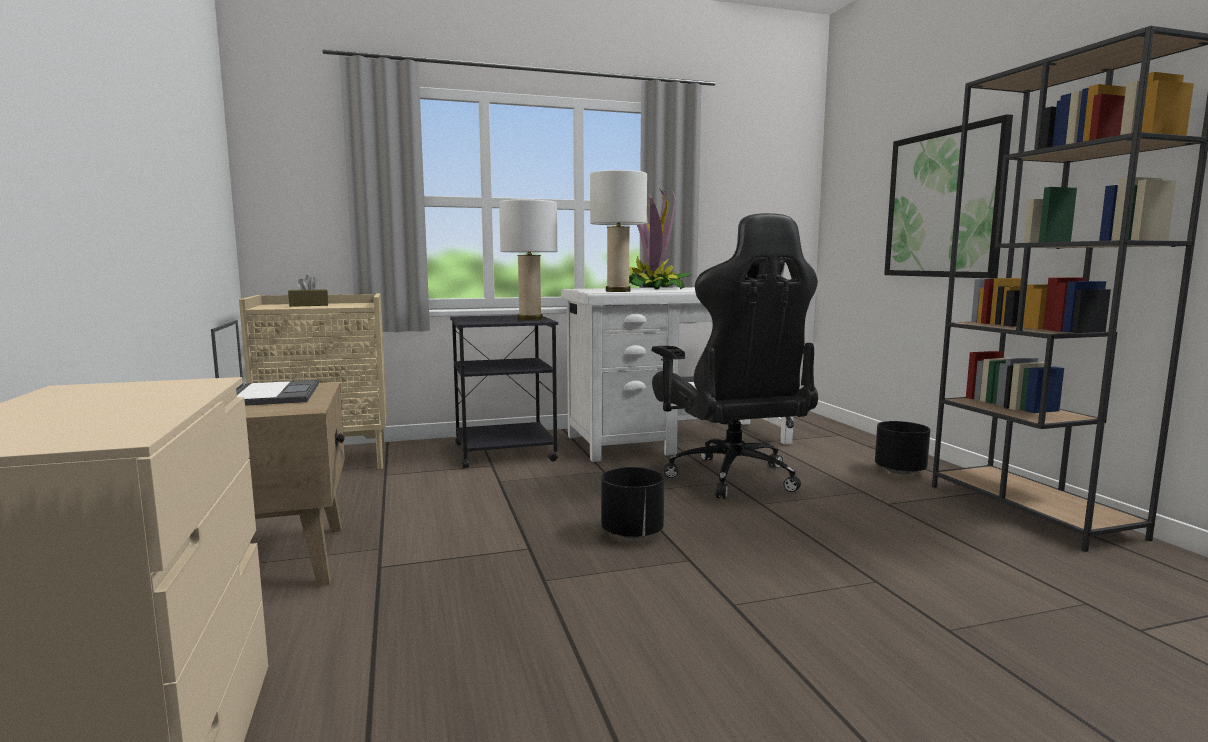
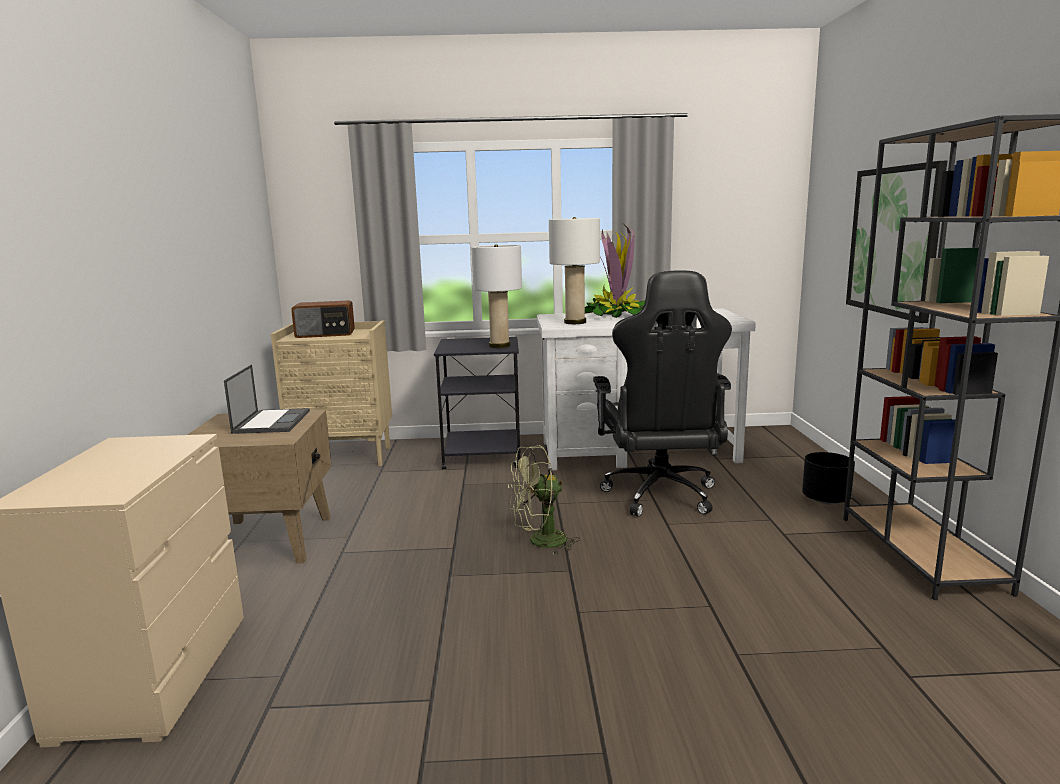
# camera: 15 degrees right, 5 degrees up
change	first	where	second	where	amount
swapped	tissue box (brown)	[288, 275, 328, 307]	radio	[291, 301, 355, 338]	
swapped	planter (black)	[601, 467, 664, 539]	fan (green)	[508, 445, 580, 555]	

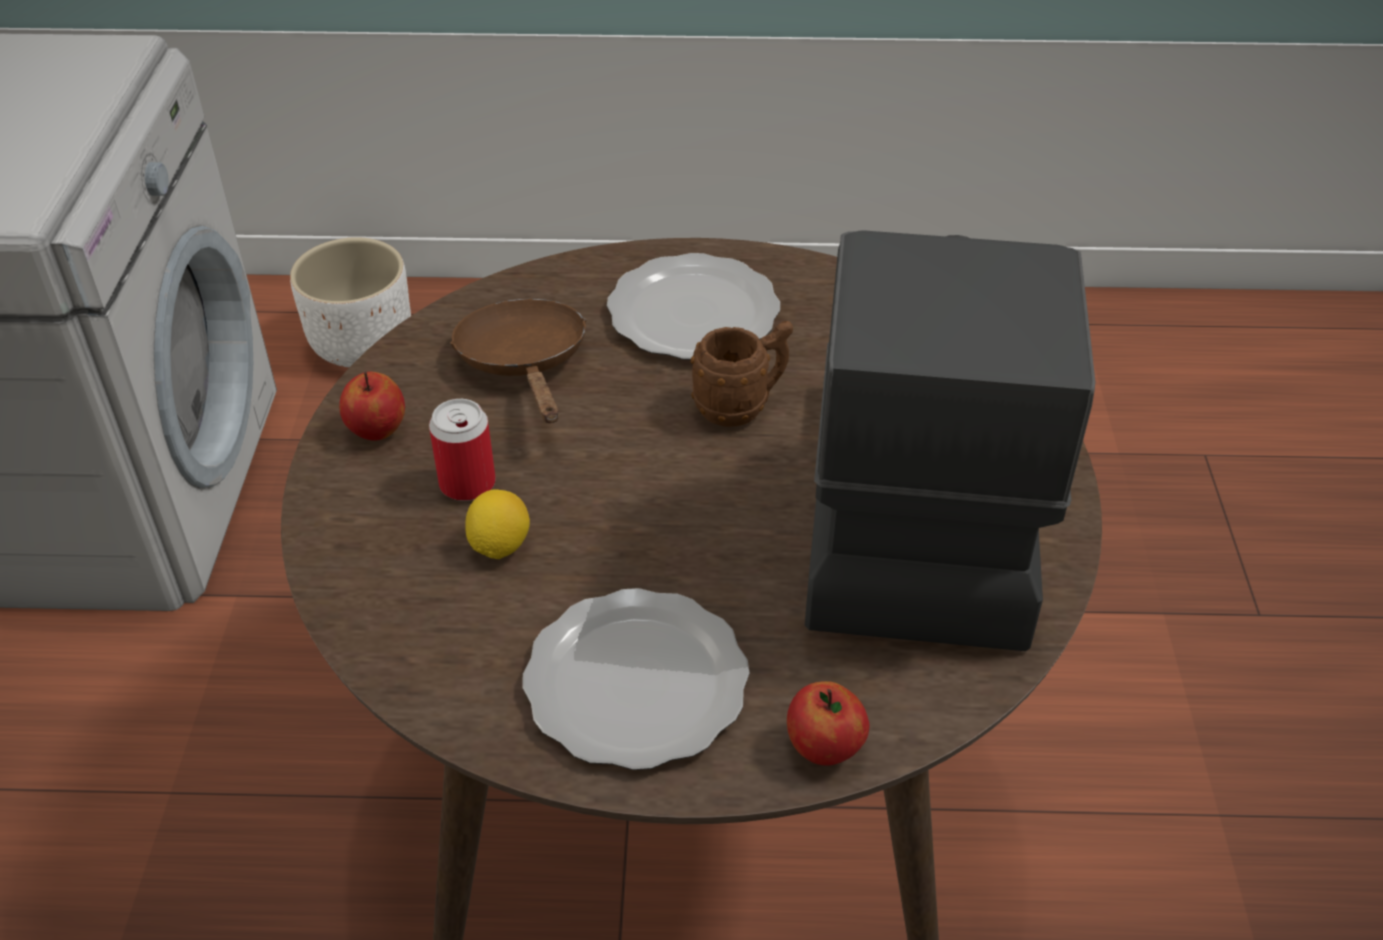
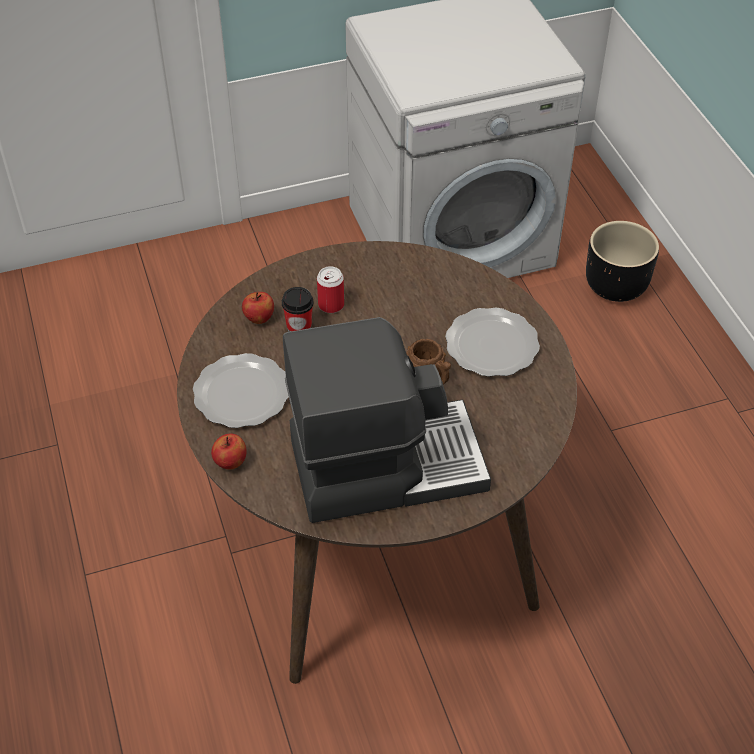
# camera: 70 degrees right, 5 degrees up
change	first	where	second	where	amount
shifted	apple	[339, 372, 405, 441]		[242, 292, 274, 324]	
swapped	lemon	[465, 490, 530, 559]	cup	[282, 287, 313, 332]	
repainted	planter (white)	[290, 237, 411, 367]	planter (black)	[586, 221, 659, 302]	
gone	frying pan (brown)	[450, 299, 587, 423]			

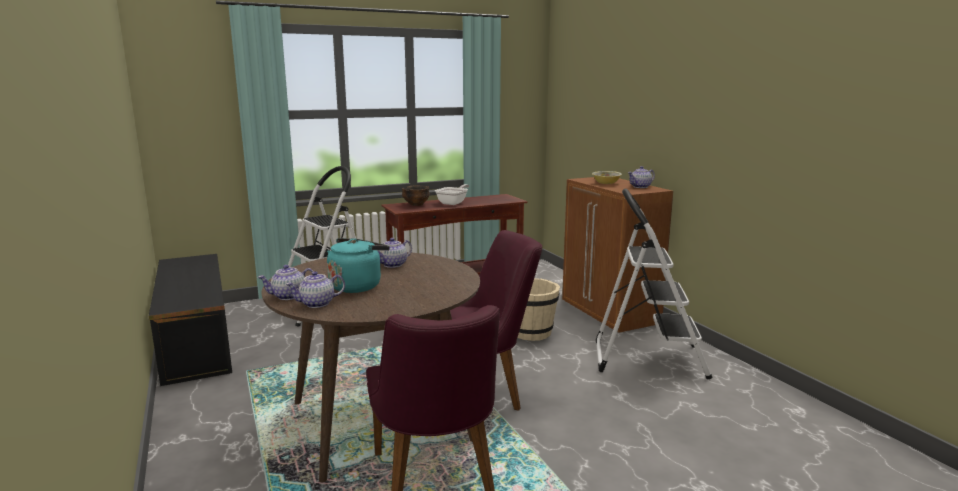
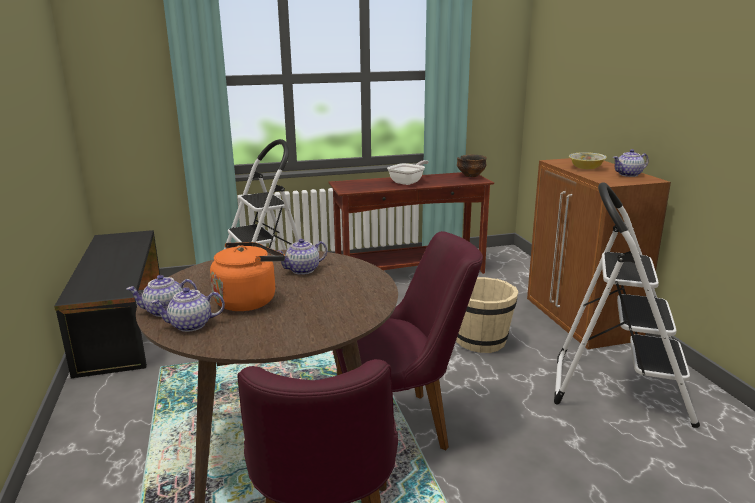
# camera: 10 degrees right, 5 degrees up
change	first	where	second	where	amount
repainted	kettle (turquoise)	[327, 238, 390, 293]	kettle (orange)	[210, 242, 285, 311]	
shifted	bowl	[402, 185, 430, 206]		[457, 155, 487, 177]	

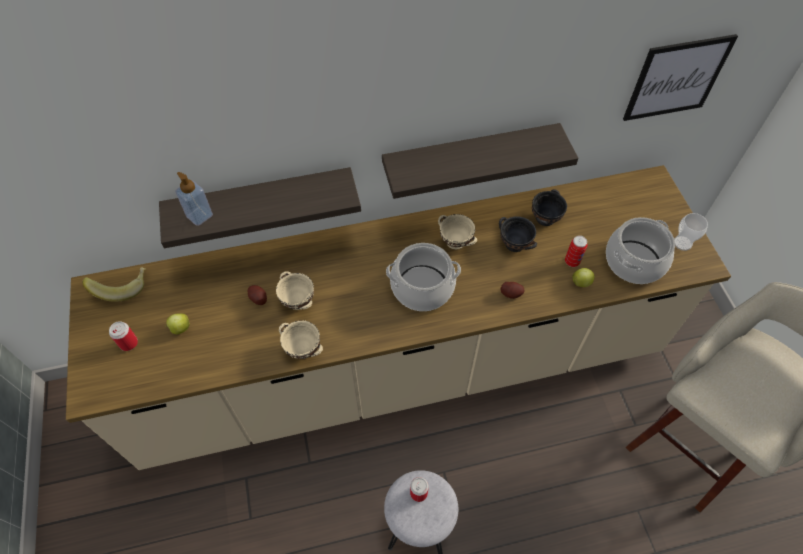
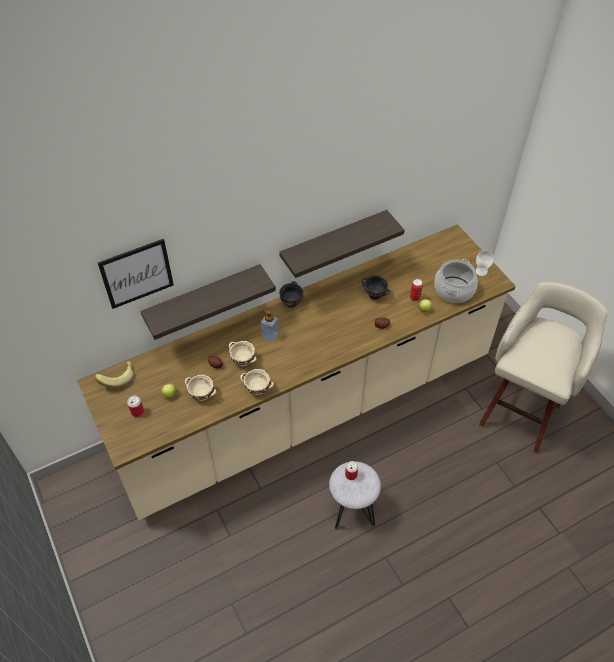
# camera: 15 degrees left, 5 degrees down
change	first	where	second	where	amount
shifted	picture	[623, 34, 738, 121]		[98, 239, 174, 309]	
shifted	bowl (beige)	[438, 214, 477, 249]		[185, 374, 216, 401]	
shifted	soap dispenser	[175, 172, 213, 226]		[261, 310, 278, 341]	
shifted	bowl (black)	[532, 189, 567, 226]		[279, 281, 303, 308]	
gone	cooking pot	[386, 243, 461, 311]			

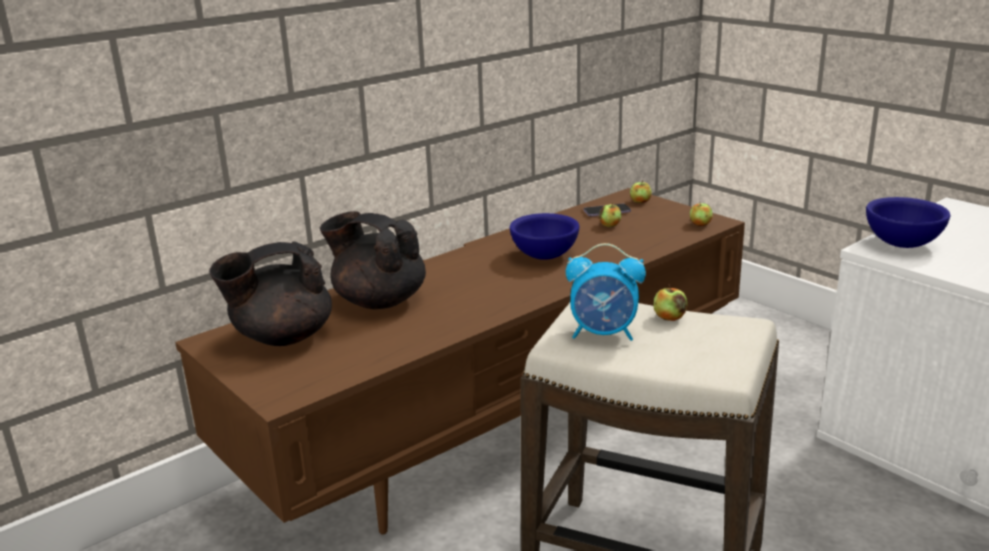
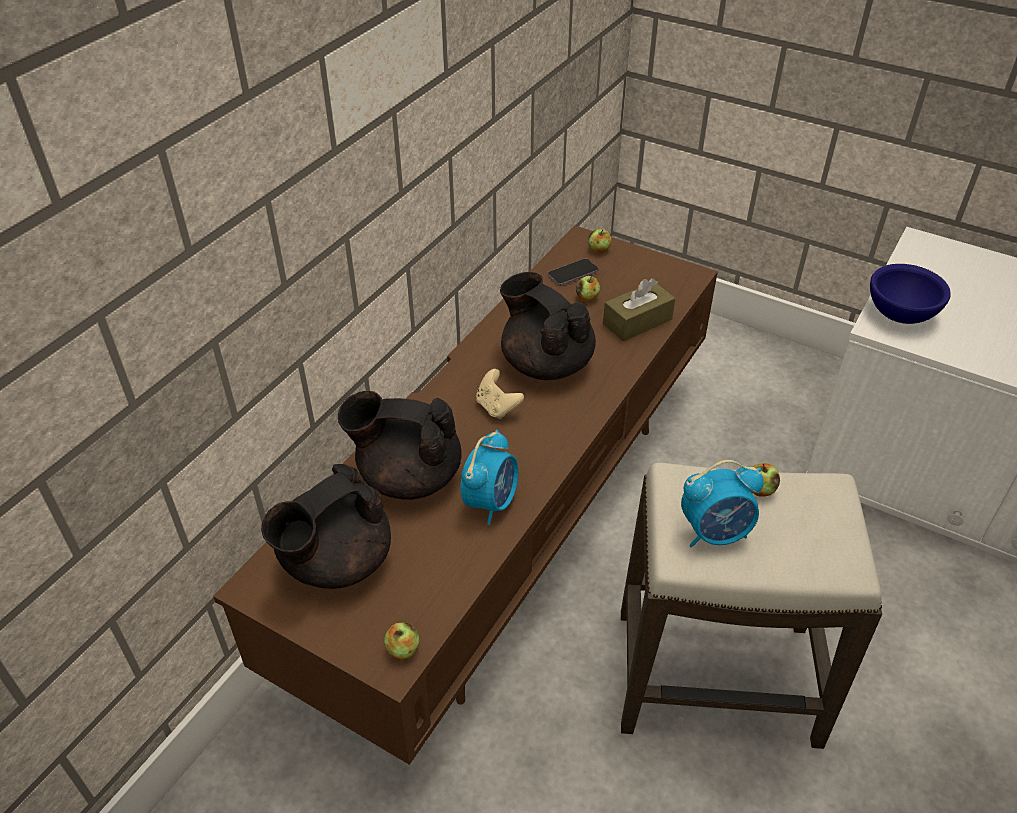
# camera: 20 degrees left, 20 degrees up
change	first	where	second	where	amount
shifted	apple	[690, 203, 713, 226]		[384, 623, 420, 660]	
new			alarm clock	[461, 430, 519, 525]	
new			game controller (beige)	[476, 369, 524, 419]	
swapped	bowl (blue)	[510, 213, 579, 260]	teapot (black)	[500, 272, 596, 380]	
new			tissue box (brown)	[603, 278, 675, 341]	

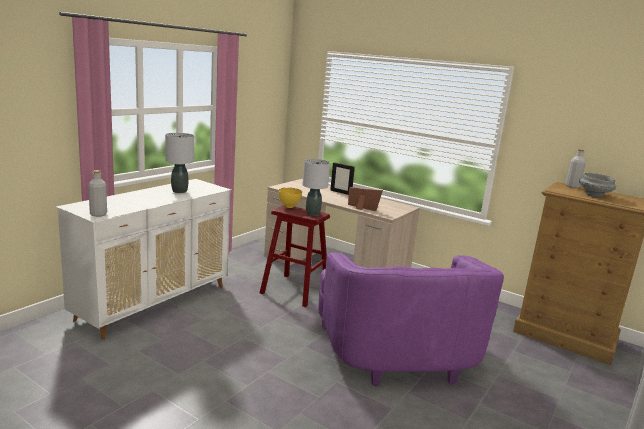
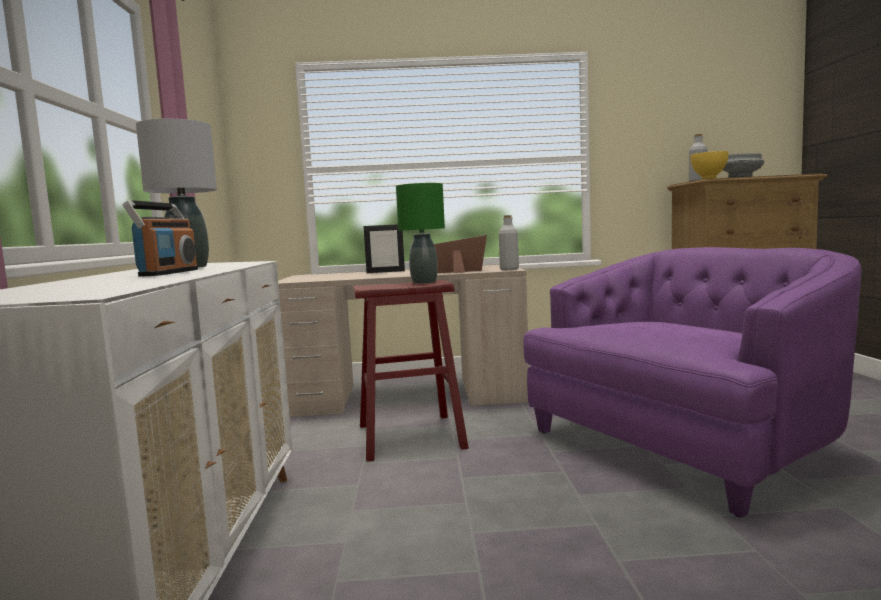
# camera: 35 degrees left, 10 degrees down
change	first	where	second	where	amount
new			radio	[123, 200, 198, 277]	
repainted	table lamp (grey)	[302, 159, 330, 216]	table lamp (green)	[396, 183, 445, 284]	
shifted	bottle (grey)	[88, 170, 107, 217]		[499, 215, 519, 270]	
rotated	armchair (purple)	[318, 253, 504, 386]		[523, 247, 862, 517]	75 degrees counterclockwise
shifted	bowl (yellow)	[279, 188, 302, 208]		[690, 151, 729, 179]	

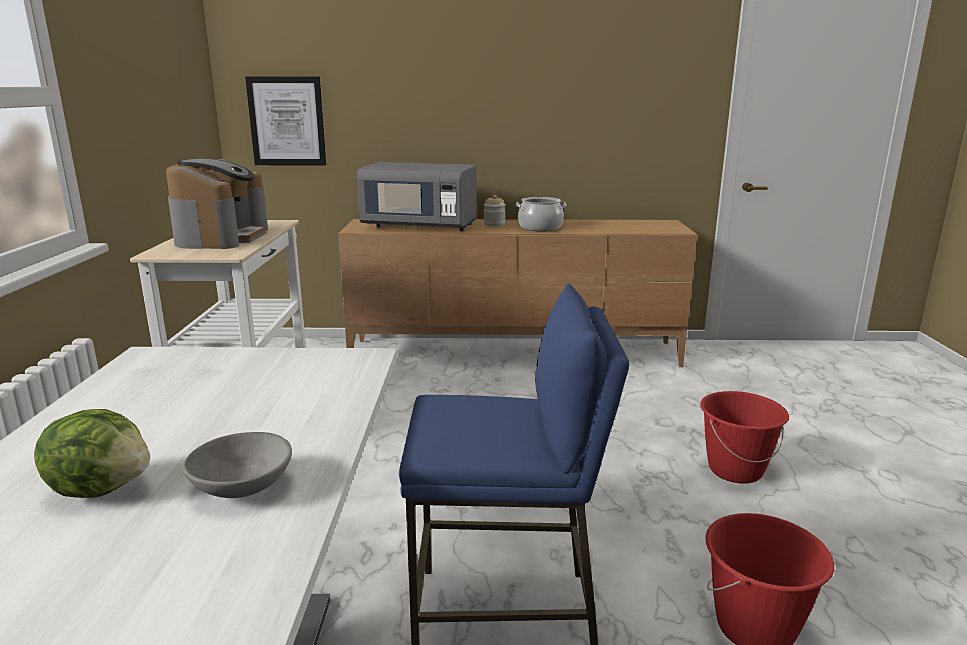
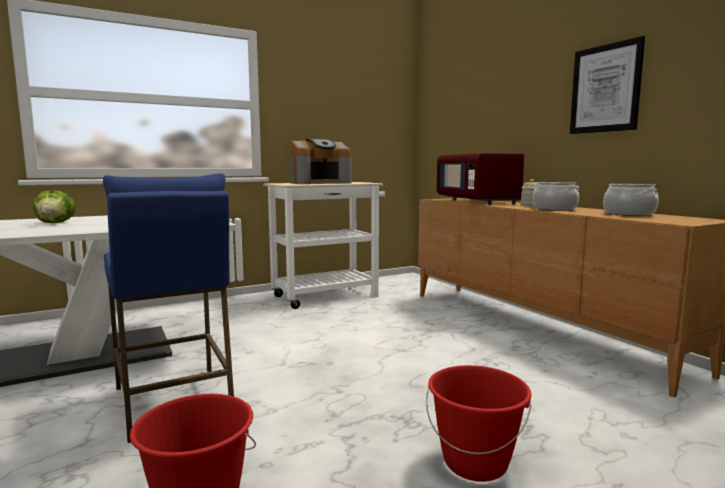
# camera: 60 degrees right, 10 degrees down
change	first	where	second	where	amount
repainted	microwave (grey)	[357, 162, 477, 231]	microwave (red)	[437, 153, 524, 205]	
shifted	picture	[245, 77, 326, 165]		[570, 36, 645, 134]	
new			cooking pot	[603, 184, 659, 216]	
gone	bowl (grey)	[183, 432, 292, 498]			

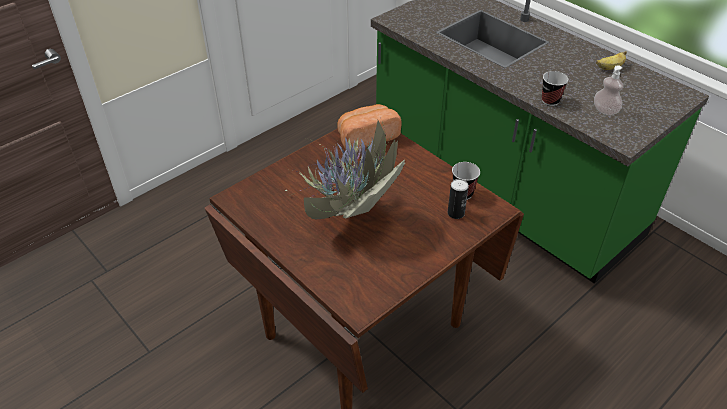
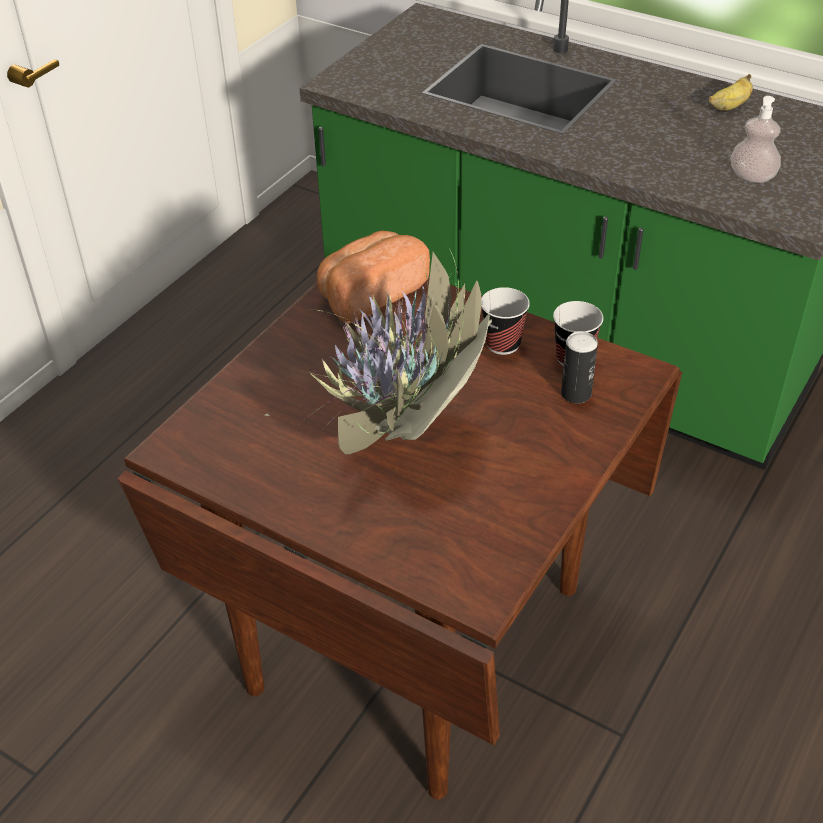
# camera: 15 degrees left, 0 degrees up
change	first	where	second	where	amount
shifted	cup	[542, 71, 568, 106]		[481, 287, 530, 355]	

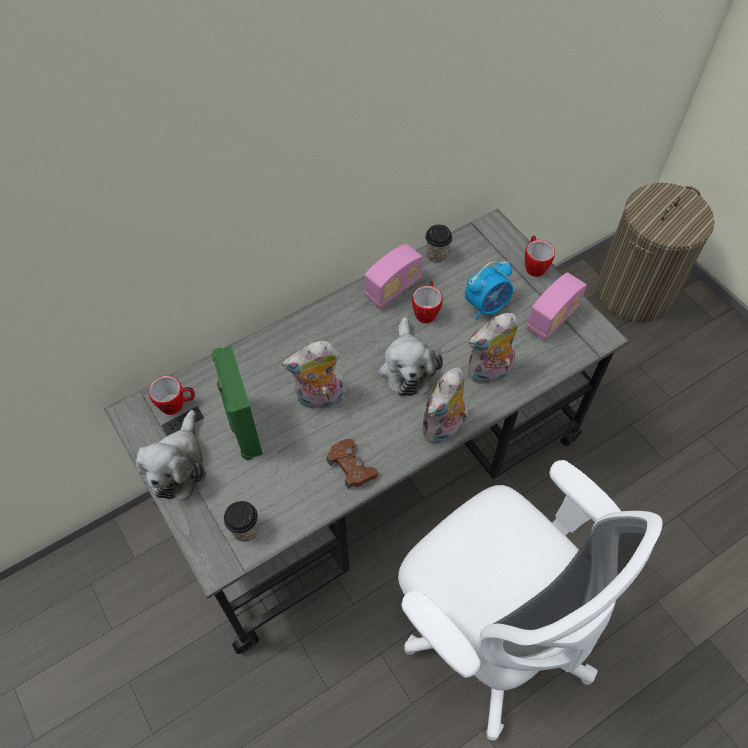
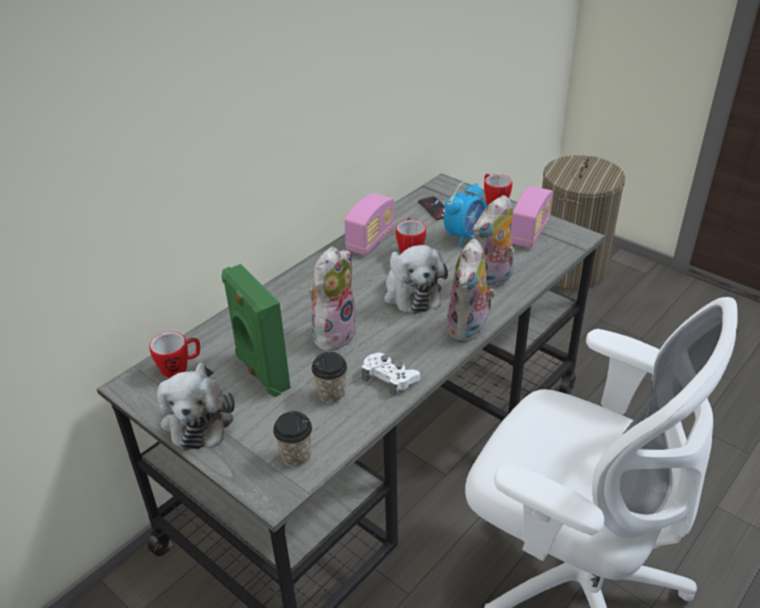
# camera: 15 degrees left, 20 degrees down
change	first	where	second	where	amount
rotated	plush toy	[282, 341, 345, 411]		[309, 247, 358, 352]	150 degrees clockwise
shifted	cup	[425, 224, 453, 263]		[312, 352, 347, 404]	
repainted	game controller (brown)	[327, 439, 377, 489]	game controller (white)	[362, 353, 420, 396]	
new			phone	[418, 196, 445, 220]	

